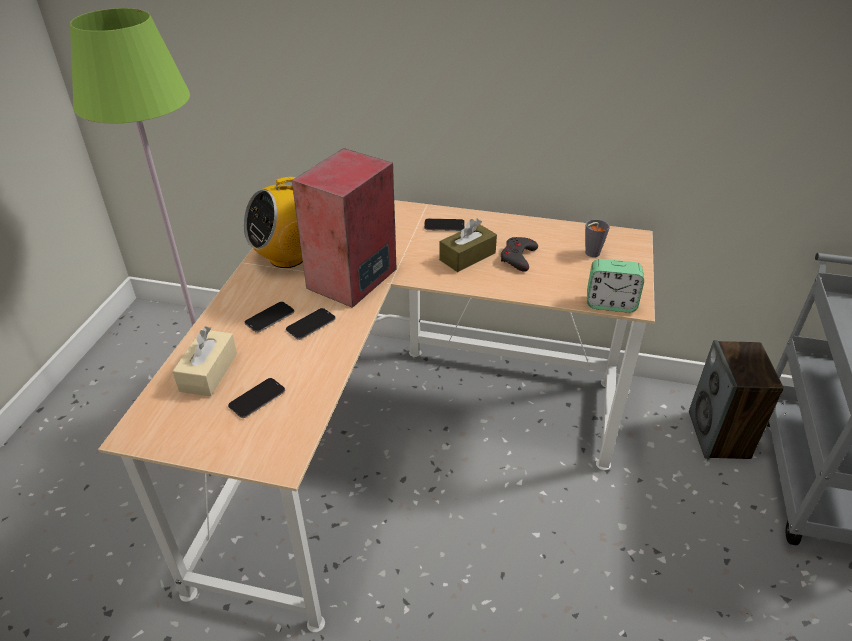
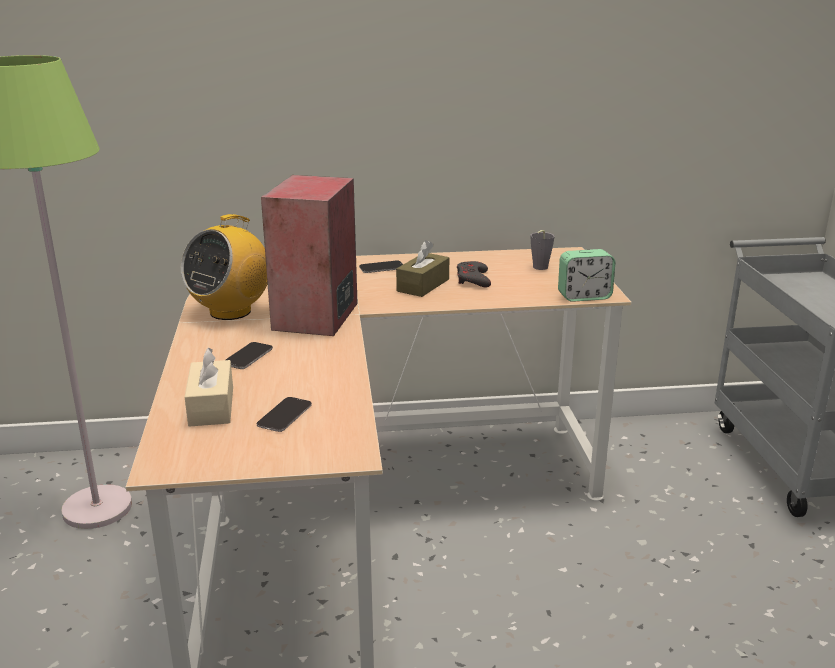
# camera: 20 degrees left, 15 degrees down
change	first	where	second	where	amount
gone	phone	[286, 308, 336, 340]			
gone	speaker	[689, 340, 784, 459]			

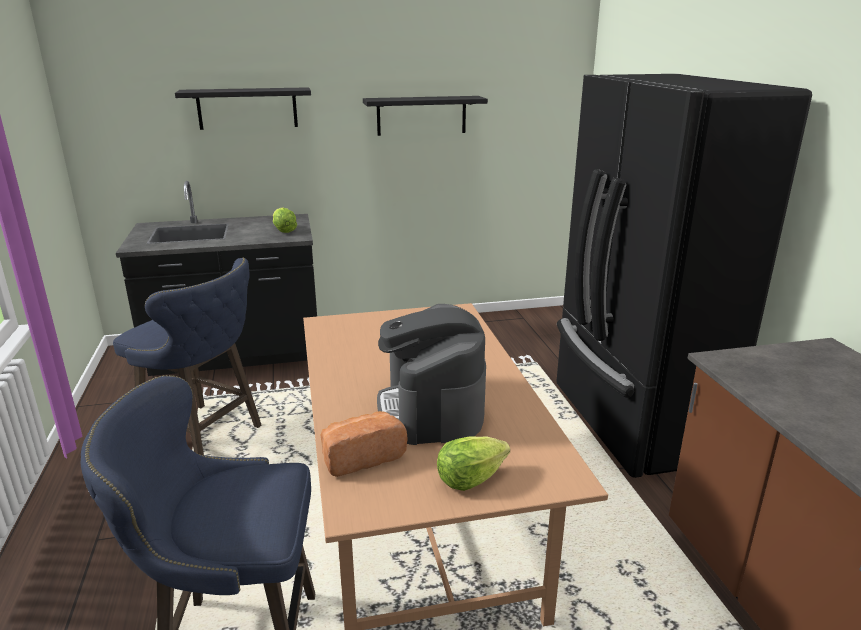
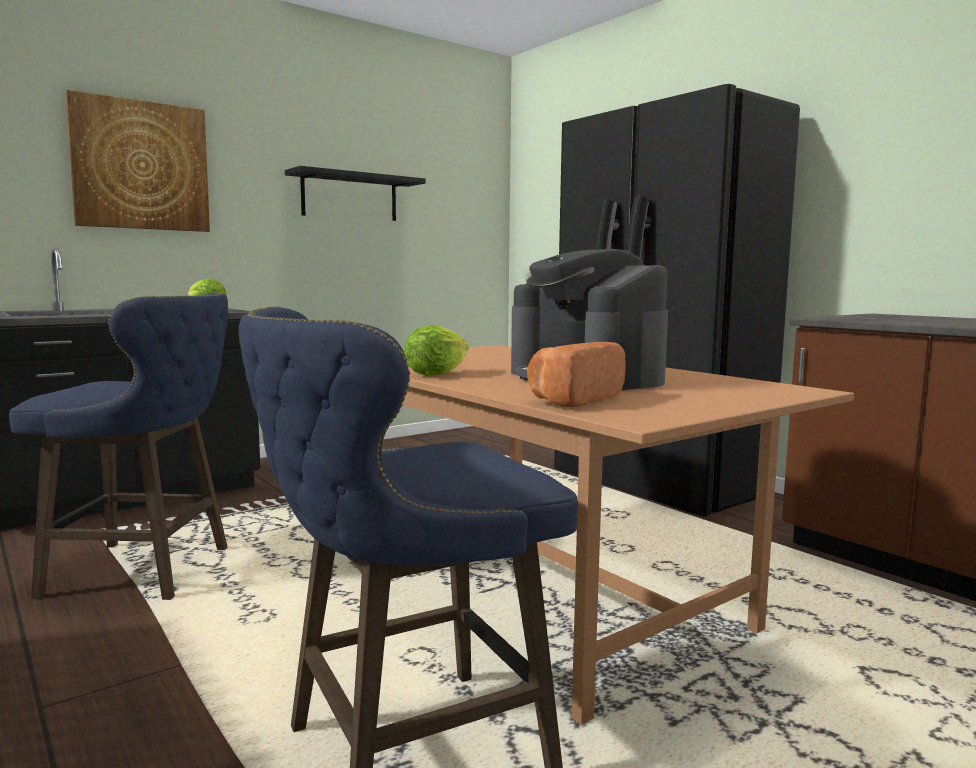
# camera: 25 degrees left, 15 degrees down
change	first	where	second	where	amount
swapped	shelf (black)	[175, 87, 311, 130]	picture	[65, 90, 210, 232]	
shifted	lettuce	[437, 436, 510, 491]		[404, 326, 469, 376]	

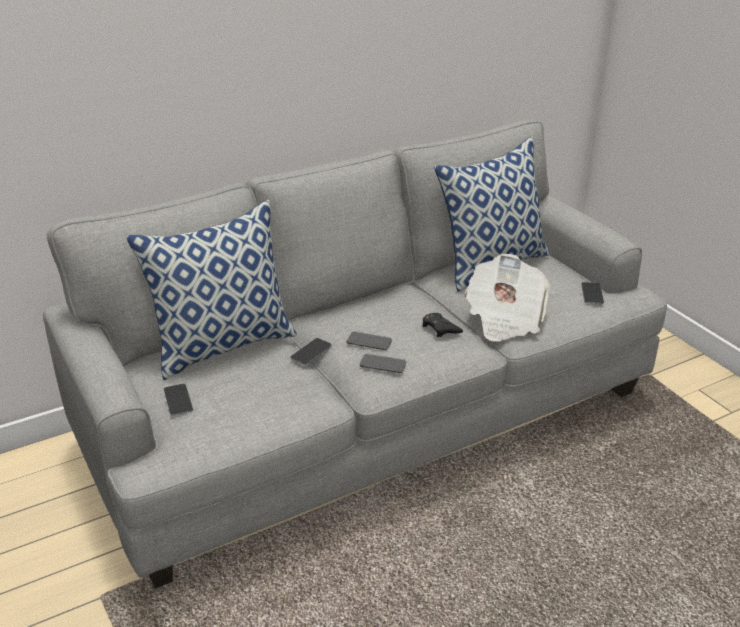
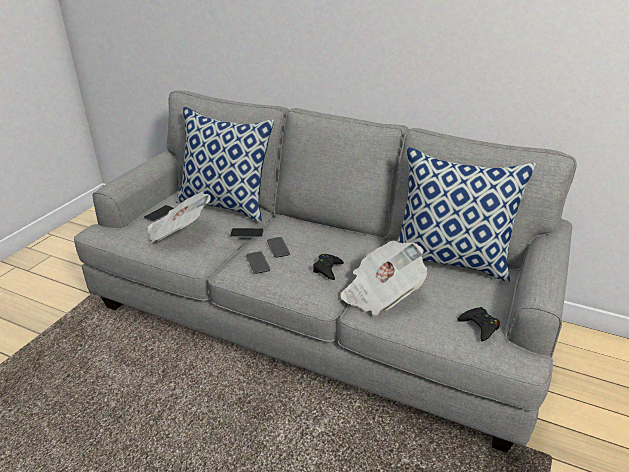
# camera: 55 degrees right, 0 degrees up
change	first	where	second	where	amount
new			newspaper	[147, 192, 211, 243]	
swapped	phone	[581, 282, 604, 304]	game controller (black)	[457, 307, 500, 341]	

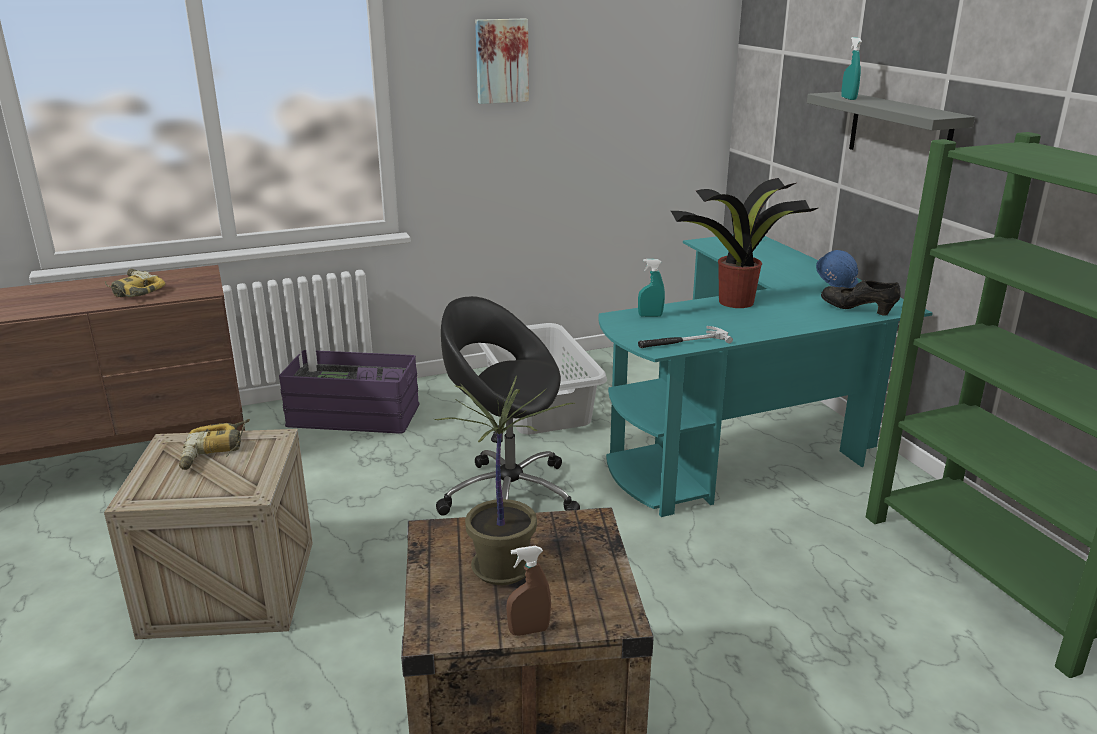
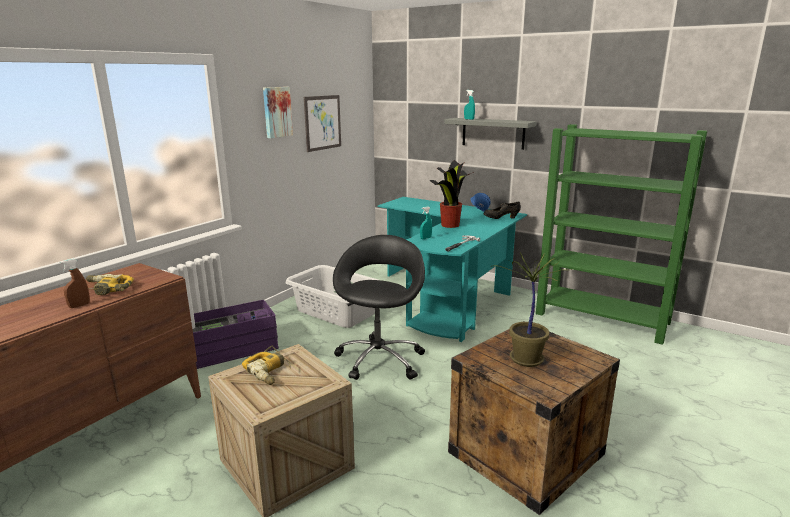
# camera: 35 degrees left, 5 degrees down
change	first	where	second	where	amount
shifted	spray bottle (brown)	[506, 546, 551, 636]		[60, 259, 90, 308]	
new			picture	[304, 95, 341, 152]	
rotated	office chair (black)	[436, 296, 580, 515]		[333, 235, 425, 380]	135 degrees clockwise

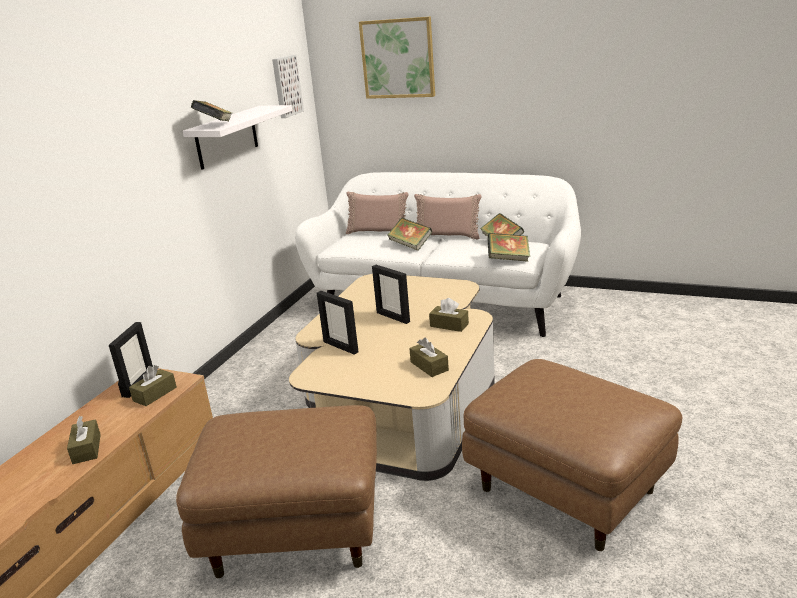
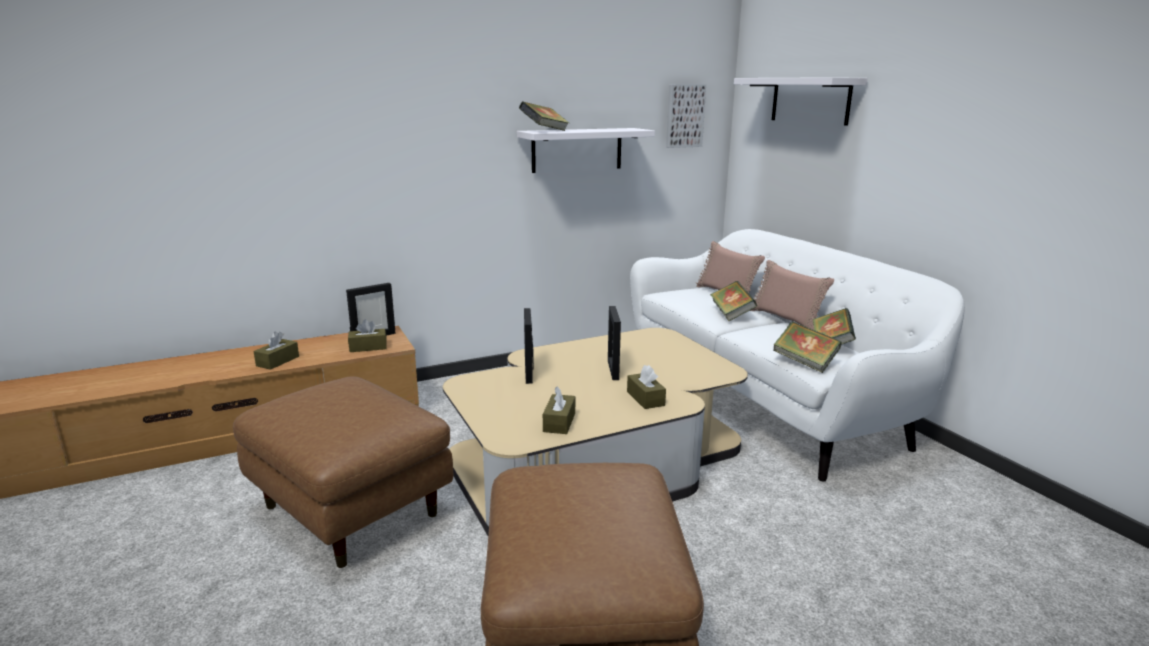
# camera: 40 degrees right, 5 degrees down
change	first	where	second	where	amount
swapped	picture	[359, 16, 435, 99]	shelf (white)	[734, 77, 868, 126]	

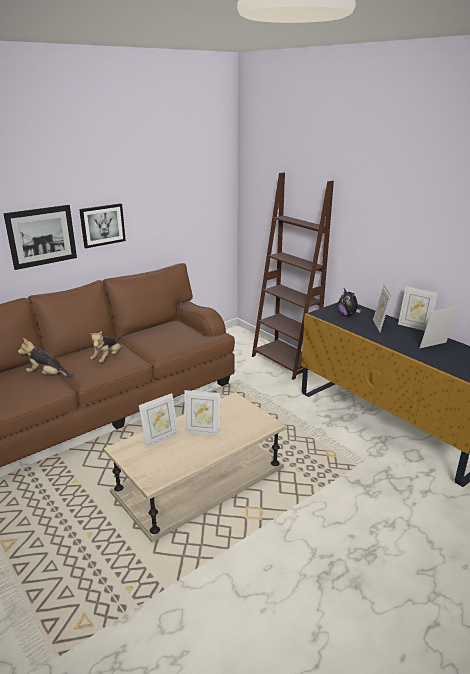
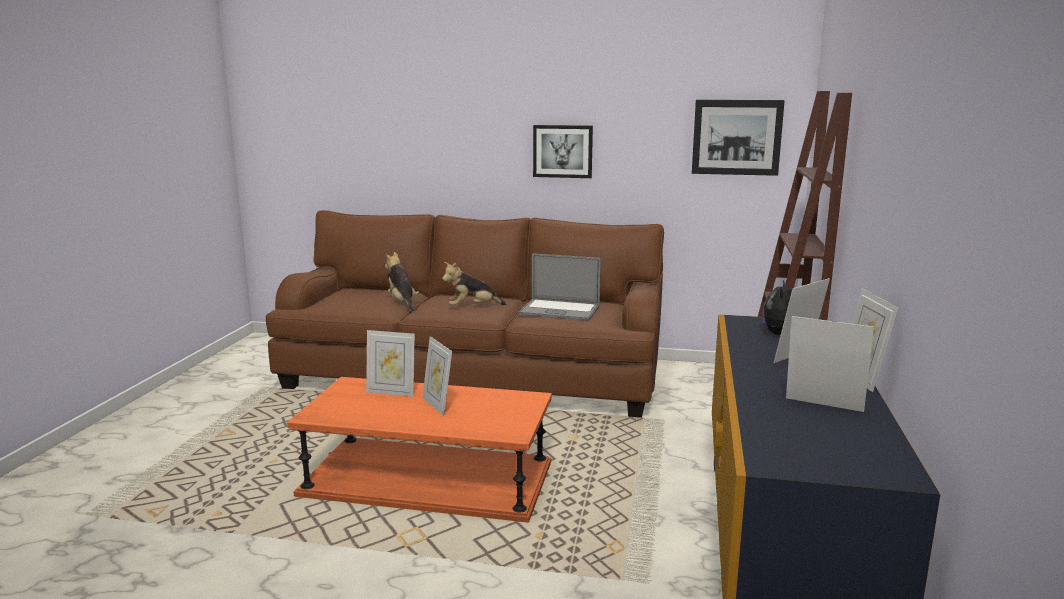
# camera: 50 degrees right, 10 degrees down
change	first	where	second	where	amount
repainted	coffee table (beige)	[104, 392, 286, 543]	coffee table (orange)	[287, 377, 552, 523]	
new			laptop	[518, 254, 601, 320]	
shifted	picture	[3, 205, 77, 270]		[692, 100, 785, 176]	

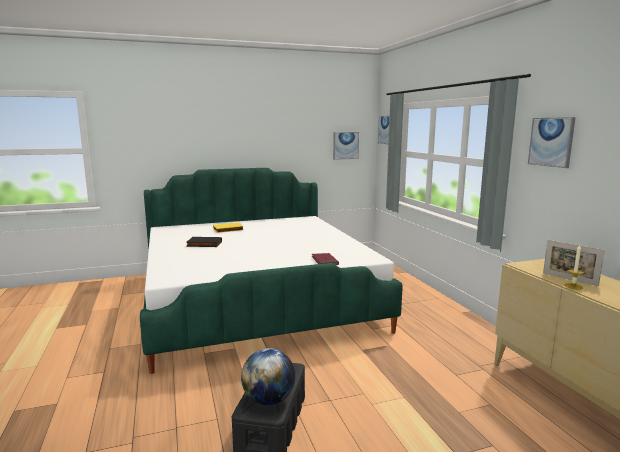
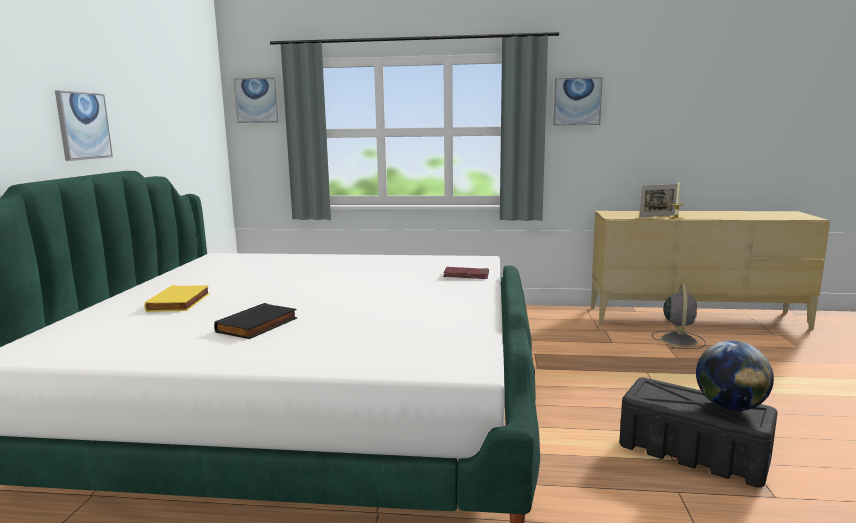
# camera: 65 degrees left, 0 degrees up
change	first	where	second	where	amount
shifted	picture	[333, 132, 359, 160]		[55, 90, 113, 161]	
new			fan (grey)	[652, 284, 706, 349]	

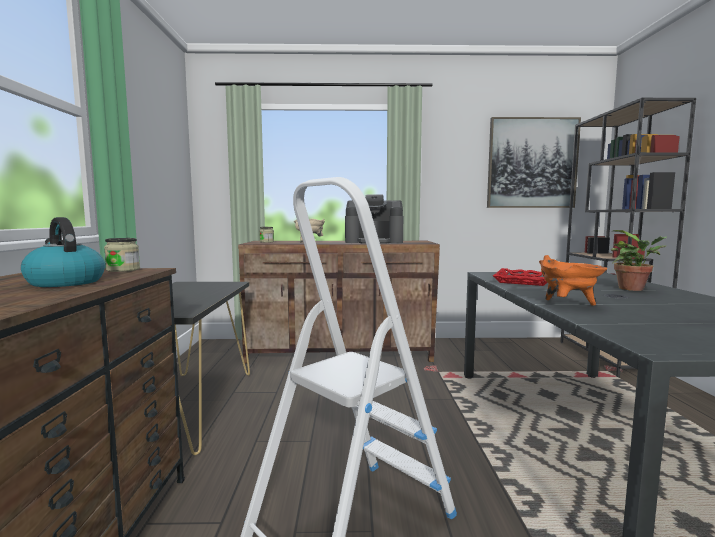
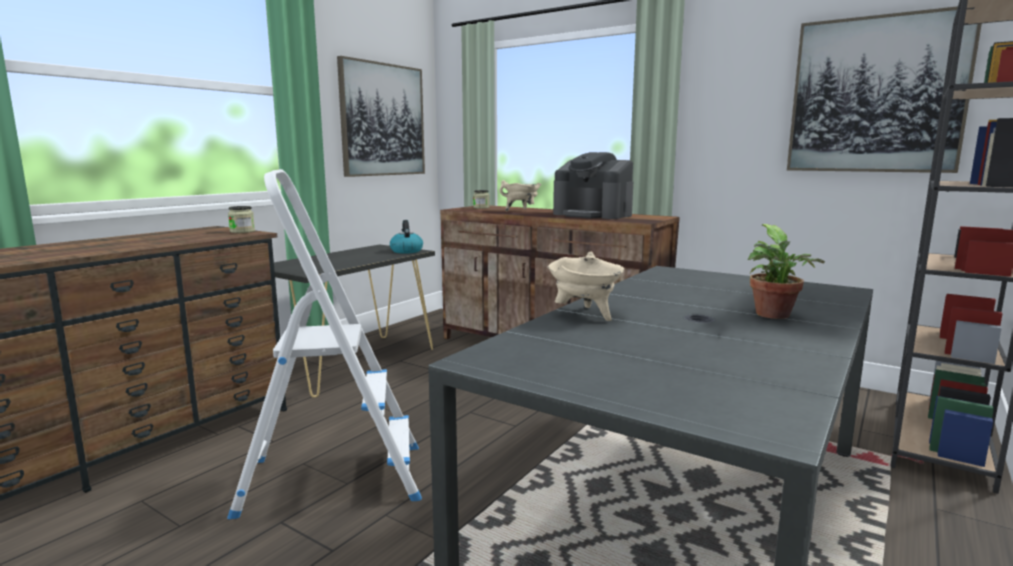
# camera: 35 degrees right, 5 degrees up
change	first	where	second	where	amount
new			picture	[337, 56, 425, 177]	
shifted	kettle	[21, 217, 105, 287]		[390, 220, 423, 254]	
repainted	cooking pot (orange)	[539, 255, 608, 306]	cooking pot (beige)	[547, 252, 624, 321]	
gone	tray (red)	[493, 268, 547, 286]			

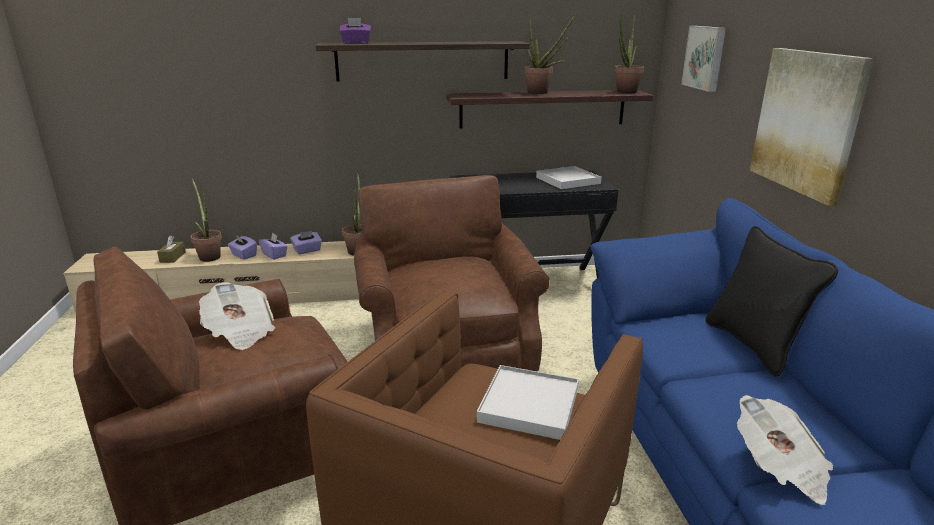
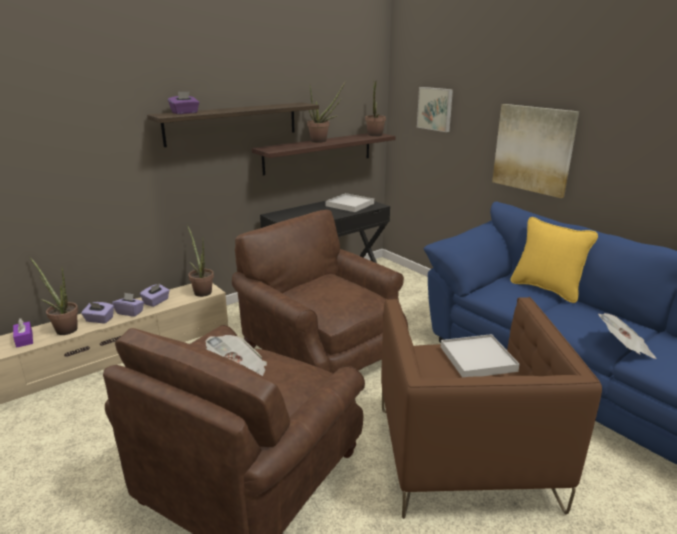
# camera: 30 degrees left, 0 degrees up
change	first	where	second	where	amount
repainted	tissue box (brown)	[157, 236, 186, 263]	tissue box (purple)	[13, 318, 33, 348]	
repainted	pillow (black)	[706, 226, 838, 376]	pillow (yellow)	[510, 217, 598, 303]	

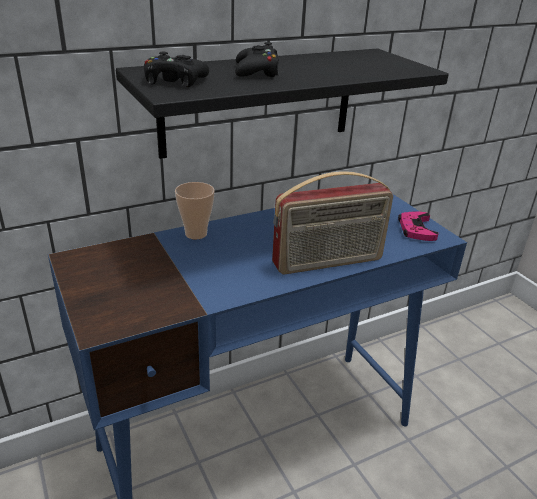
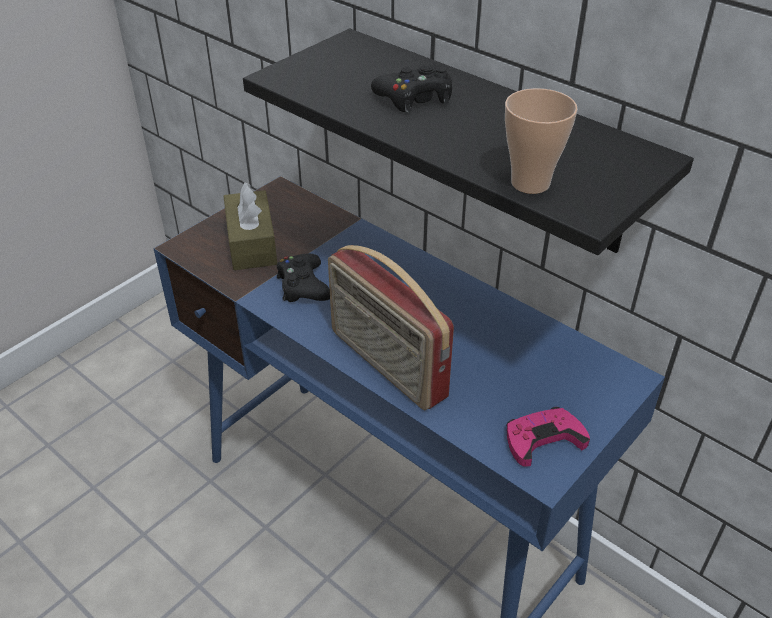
# camera: 70 degrees right, 10 degrees up
change	first	where	second	where	amount
new			tissue box (brown)	[224, 182, 277, 270]	
shifted	game controller (black)	[144, 52, 209, 87]		[277, 253, 330, 302]	
shifted	cup	[175, 182, 215, 239]		[505, 88, 578, 194]	

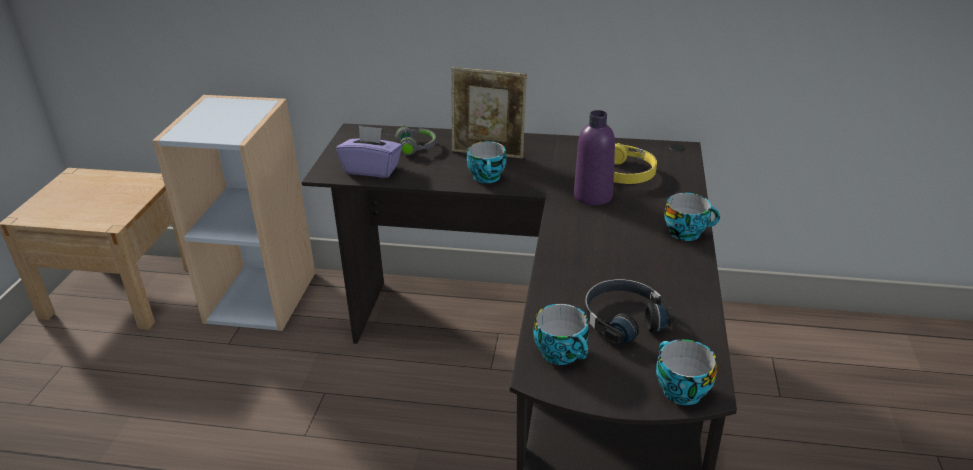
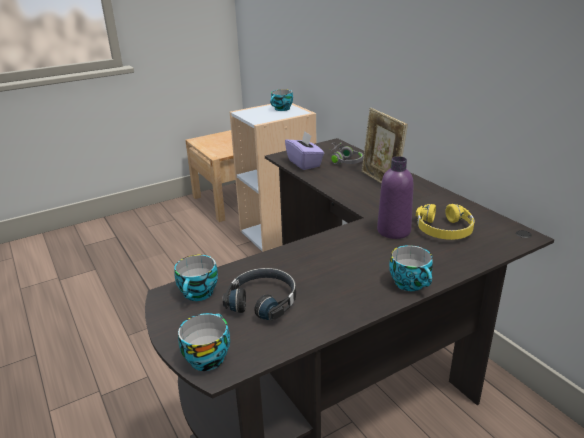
# camera: 50 degrees right, 5 degrees down
change	first	where	second	where	amount
shifted	cup	[467, 141, 506, 183]		[270, 89, 293, 111]	

